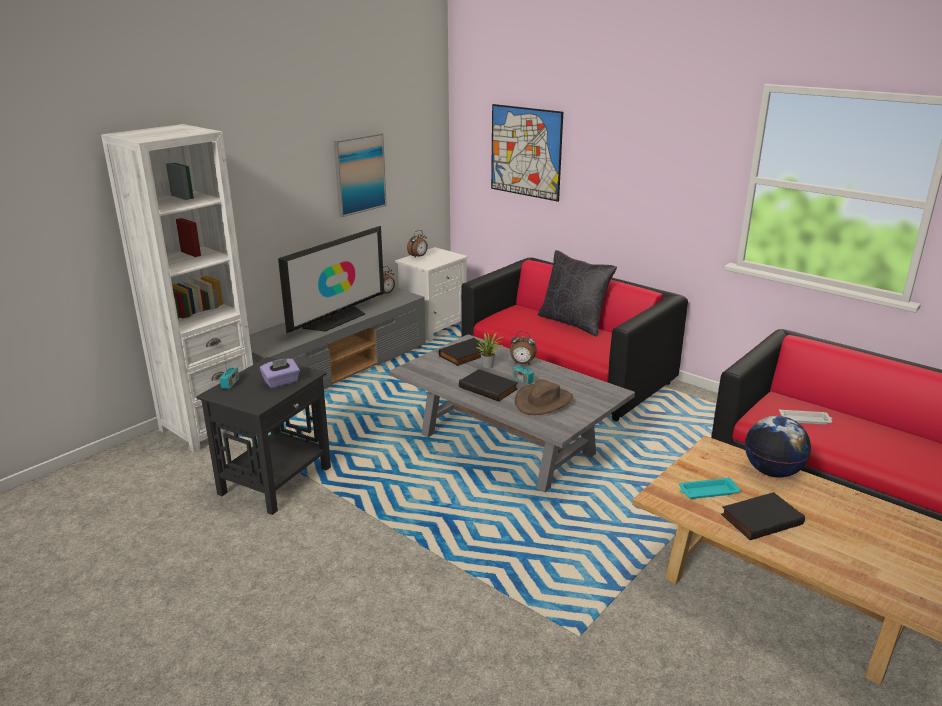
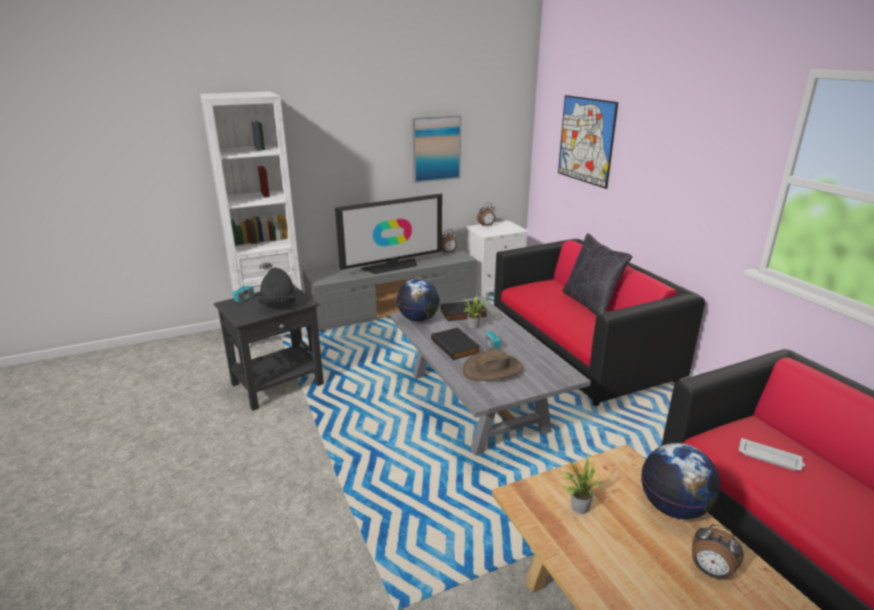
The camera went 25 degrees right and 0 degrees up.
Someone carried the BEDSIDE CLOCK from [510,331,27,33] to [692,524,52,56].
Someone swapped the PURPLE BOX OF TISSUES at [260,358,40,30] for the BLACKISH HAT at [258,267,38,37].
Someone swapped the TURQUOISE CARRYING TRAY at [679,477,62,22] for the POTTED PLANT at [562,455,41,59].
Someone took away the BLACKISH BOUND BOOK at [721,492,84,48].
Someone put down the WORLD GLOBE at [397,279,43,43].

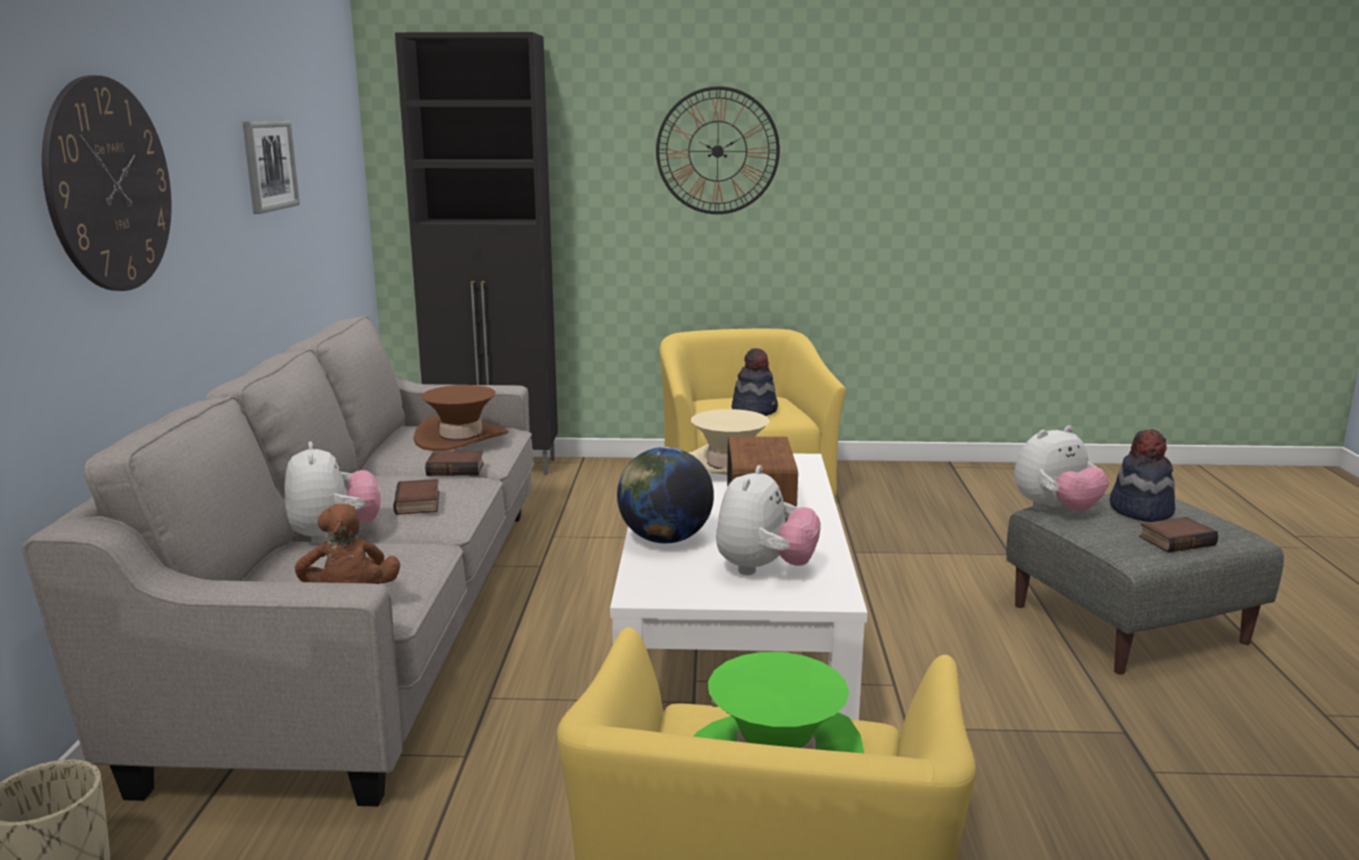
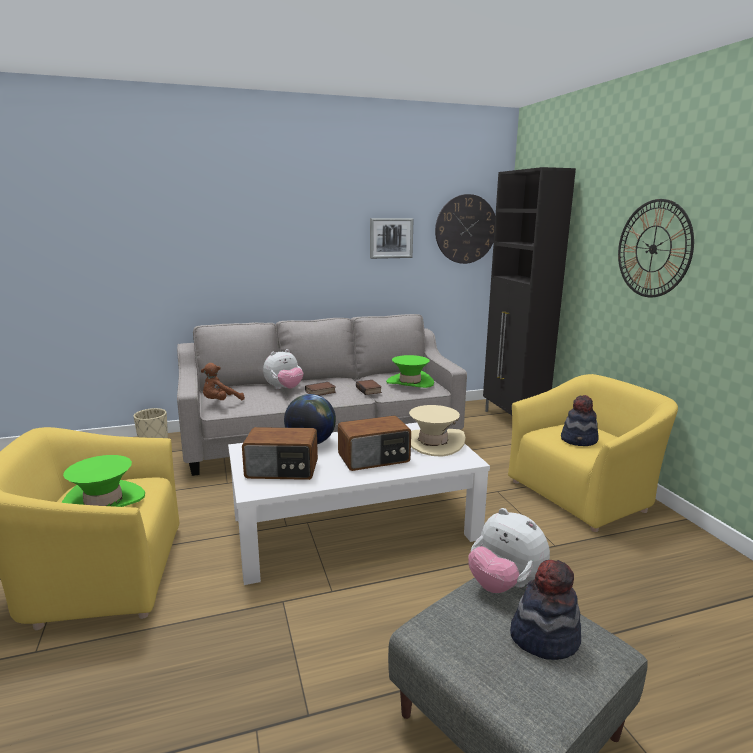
The camera went 70 degrees right and 0 degrees up.
Someone carried the CLOCK ON THE WALL from [42,75,129,216] to [435,194,60,70].
Someone repainted the BROWN-COLOURED HAT at [414,385,94,66], which became the GREEN HAT at [386,355,48,33].
Someone swapped the PLUSH TOY at [716,465,105,110] for the RADIO at [242,427,76,53].
Someone took away the BOUND BOOK at [1139,517,79,36].

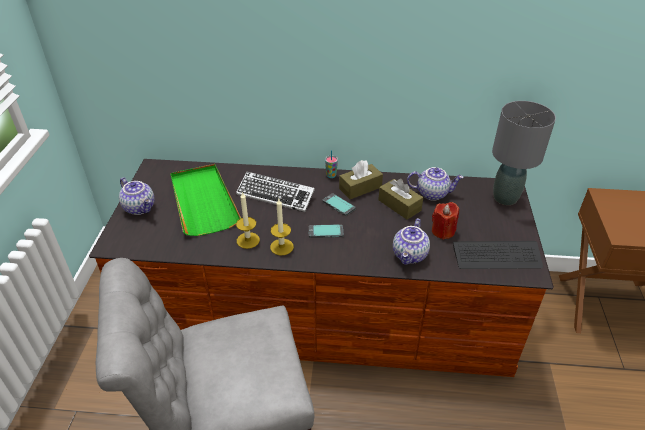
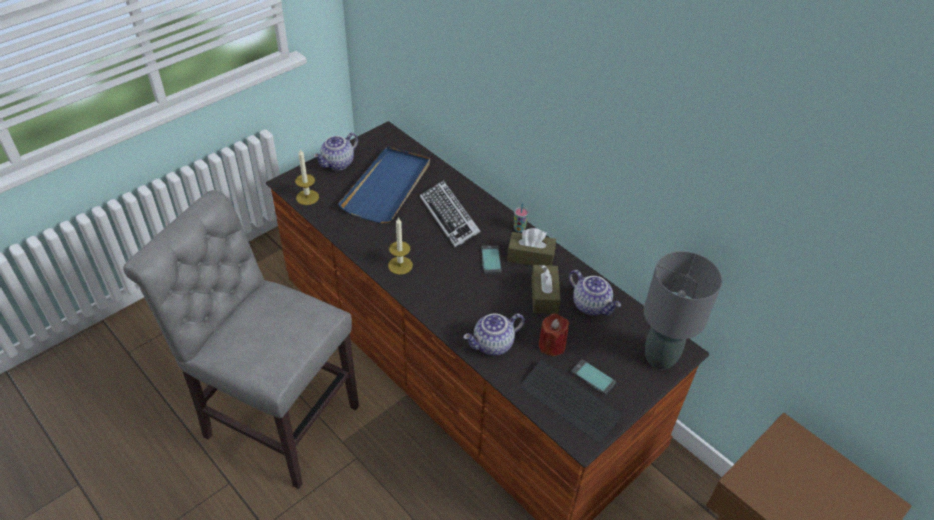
The camera went 40 degrees right and 5 degrees up.
Someone repainted the GREEN CARRYING TRAY at [170,164,71,72], which became the BLUE-COLOURED CARRYING TRAY at [338,146,92,77].
Someone rotated the TEA POT at [119,177,36,38] by 45 degrees clockwise.
Someone carried the CANDLE from [236,191,24,58] to [295,149,24,56].
Someone carried the HANDSET from [309,224,35,14] to [571,360,45,35].

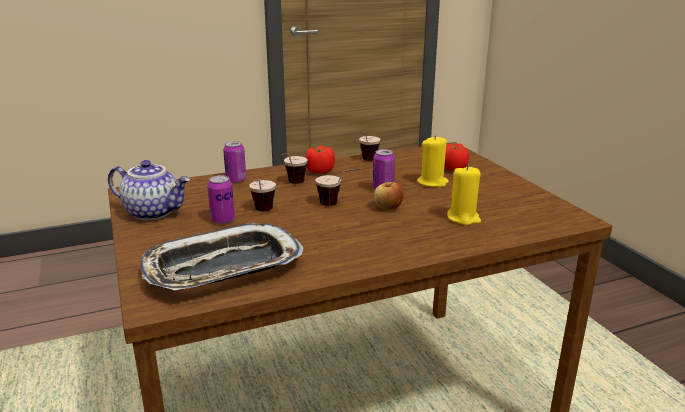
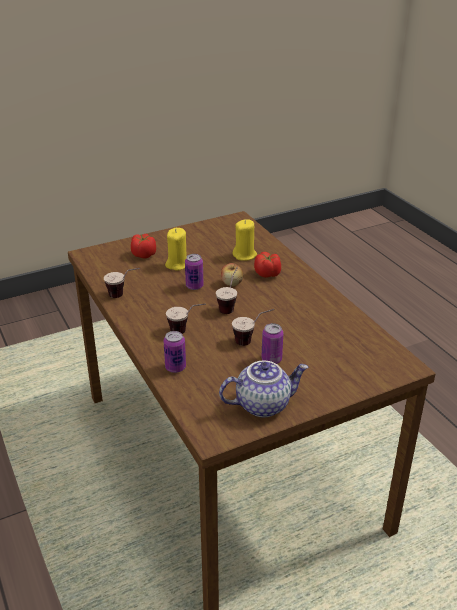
The camera went 95 degrees left and 10 degrees up.
Someone carried the WHOLE TOMATO from [305,146,30,28] to [254,252,27,26].
Someone rotated the TEA POT at [108,160,82,61] by 60 degrees clockwise.
Someone took away the CARRYING TRAY at [141,223,163,67].

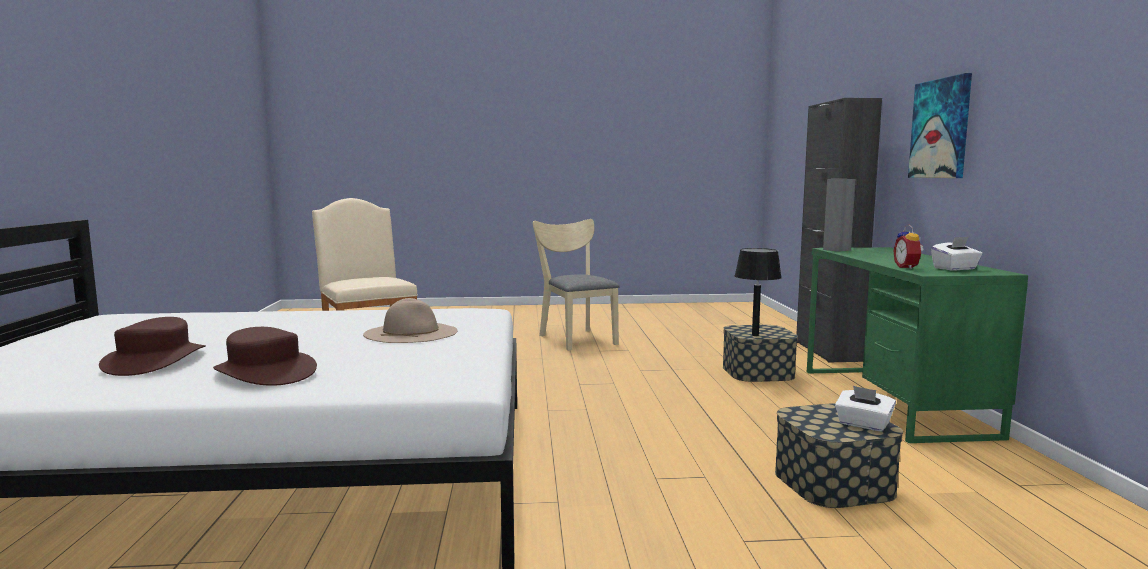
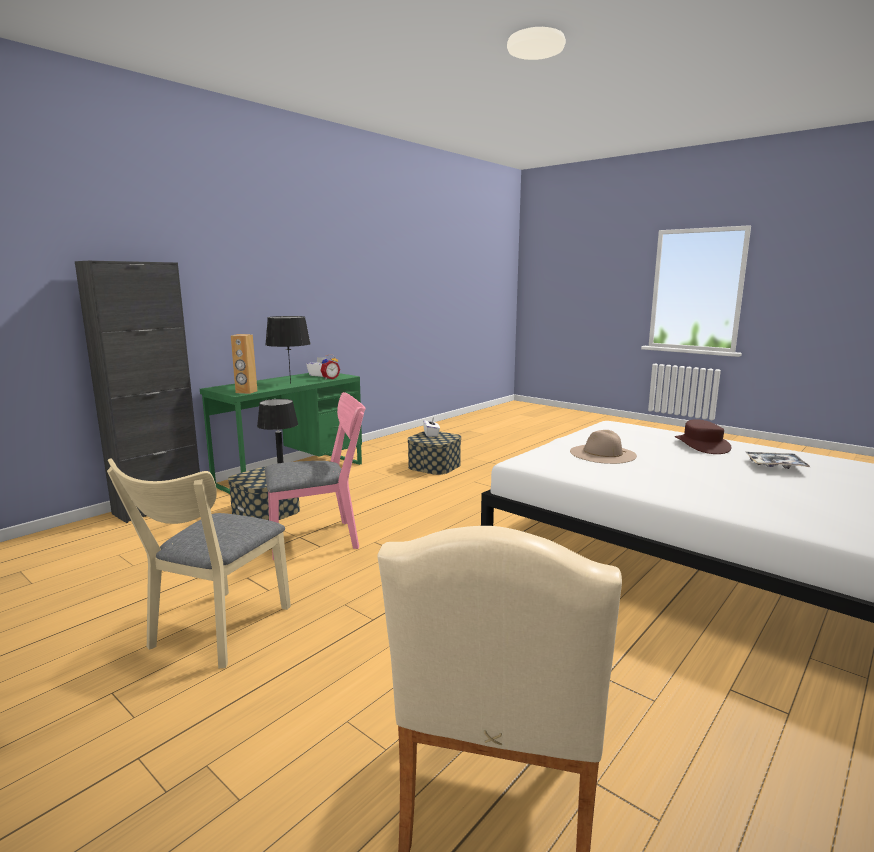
The camera went 135 degrees left and 5 degrees up.
Someone took away the WALL PICTURE at [908,73,64,105].
Someone repainted the GRAY AUDIO SPEAKER at [823,179,32,73], which became the BROWN-COLOURED AUDIO SPEAKER at [231,334,26,60].
Someone swapped the BROWN-COLOURED HAT at [99,317,107,59] for the CARRYING TRAY at [746,452,64,17].
Someone put down the BLACKISH LAMP FOR A TABLE at [265,316,46,68].
Someone put down the PINK-COLOURED CHAIR at [265,392,101,168].

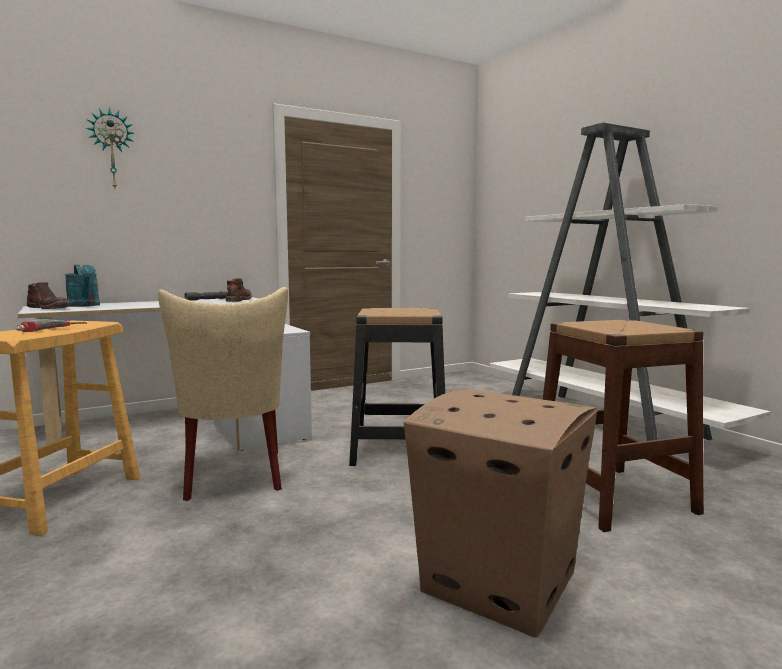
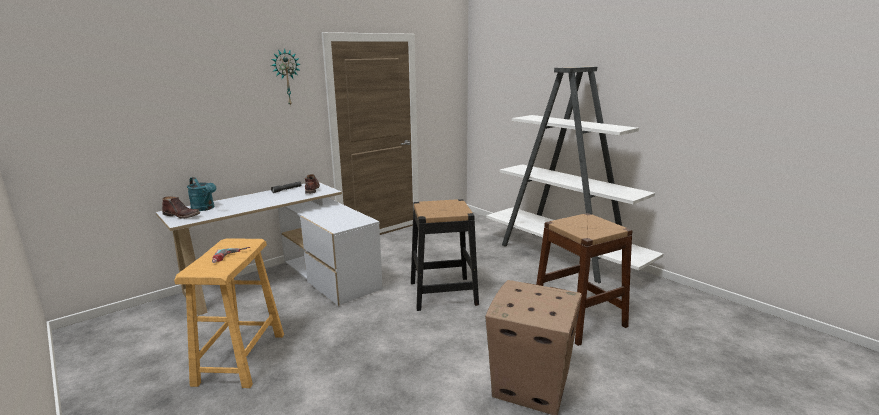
The camera went 10 degrees left and 10 degrees up.
Someone carried the CLOCK ON THE WALL from [86,107,48,81] to [271,48,30,58].
Someone took away the BEIGE-COLOURED CHAIR at [158,287,130,214].

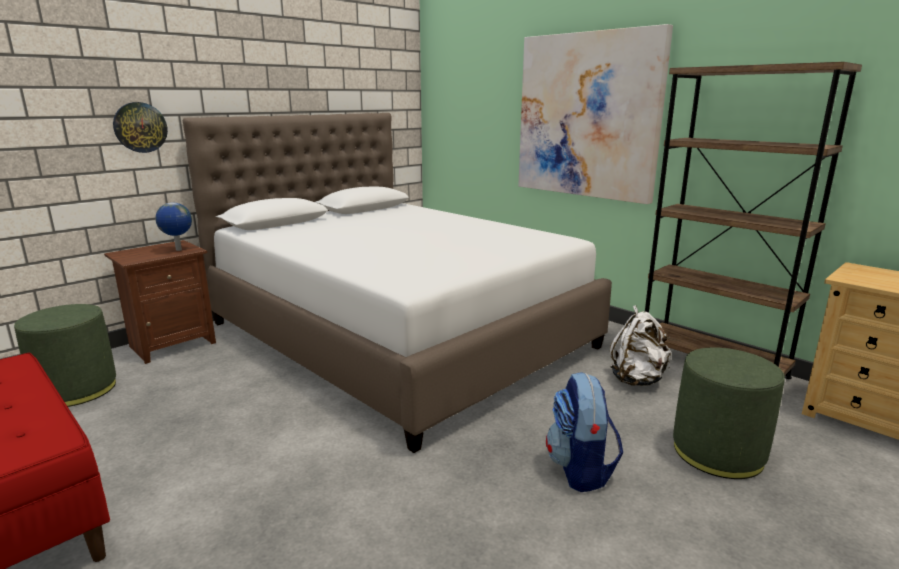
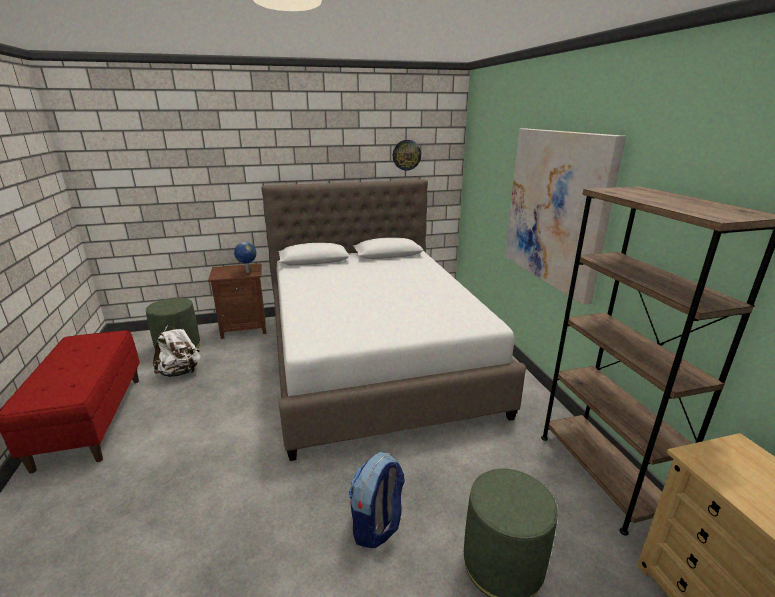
The camera went 30 degrees right and 5 degrees up.
Someone carried the CLOCK ON THE WALL from [113,102,55,51] to [393,140,28,31].
Someone carried the WHITE-COLOURED RUCKSACK from [610,305,61,81] to [153,324,48,53].

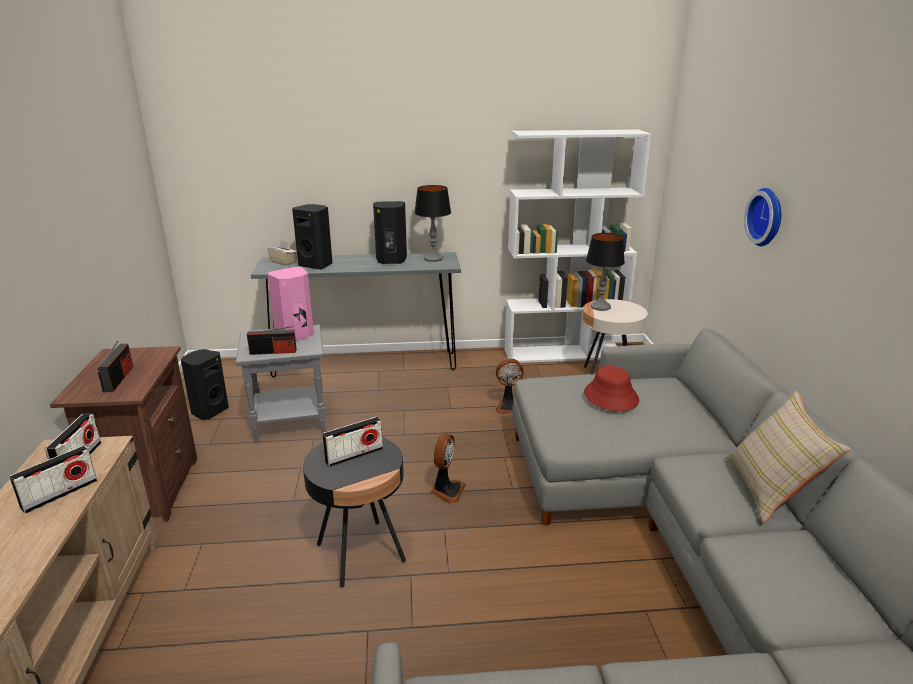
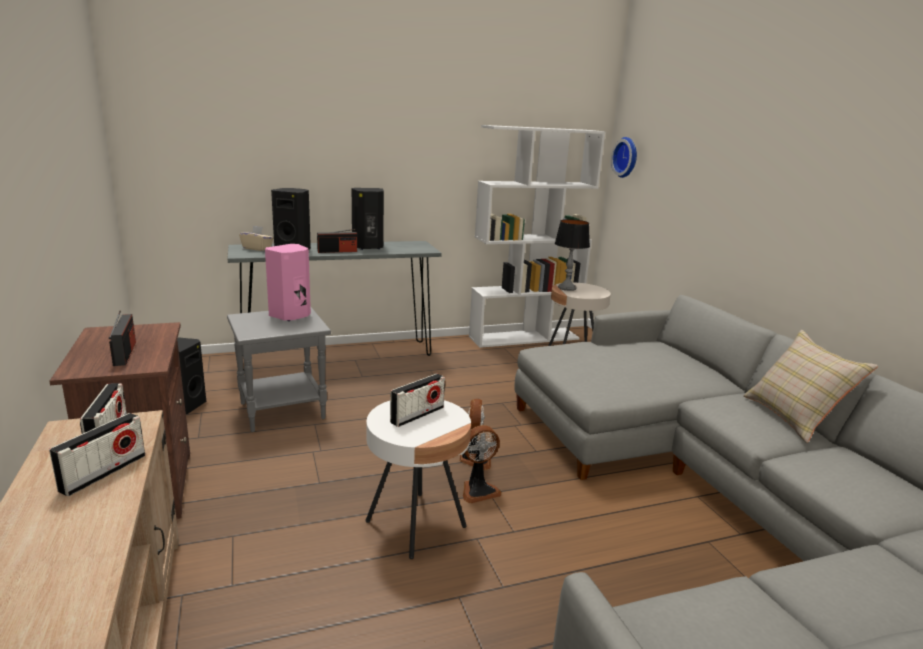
The camera went 15 degrees left and 5 degrees down.
Someone took away the LAMP FOR A TABLE at [414,185,37,77].
Someone carried the CLOCK ON THE WALL from [744,188,37,58] to [611,137,26,41].
Someone carried the RADIO from [247,326,50,29] to [317,229,40,24].
Someone carried the ELECTRIC FAN from [496,358,28,56] to [463,425,39,79].
Someone took away the RED-COLOURED HAT at [584,365,55,46].
Someone repainted the BLACKISH ACCENT TABLE at [303,438,103,150], which became the WHITE-COLOURED ACCENT TABLE at [365,400,106,159].

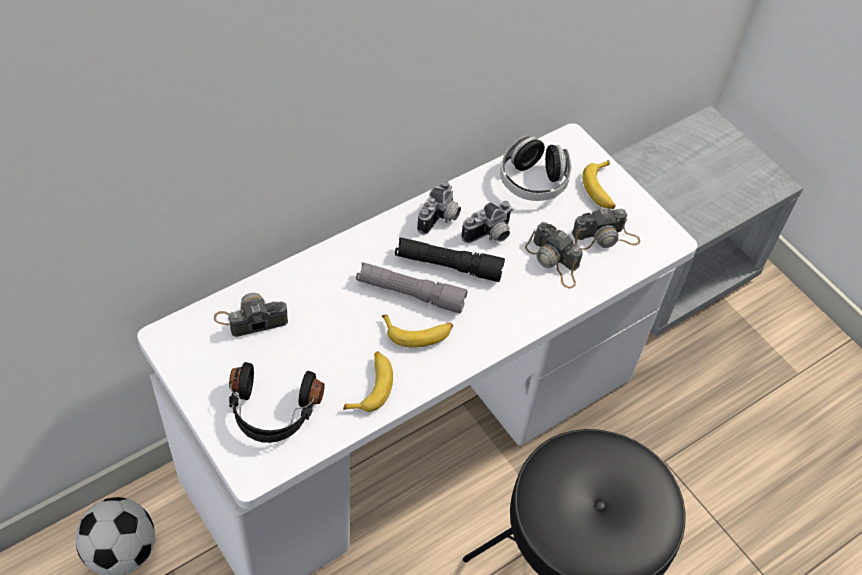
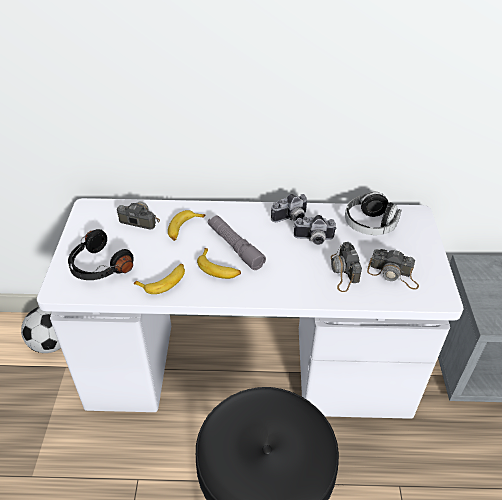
The camera went 40 degrees right and 10 degrees down.
Someone carried the BANANA FRUIT from [582,160,34,49] to [168,210,37,31].
Someone took away the BLACKISH HAND TORCH at [395,237,110,45].

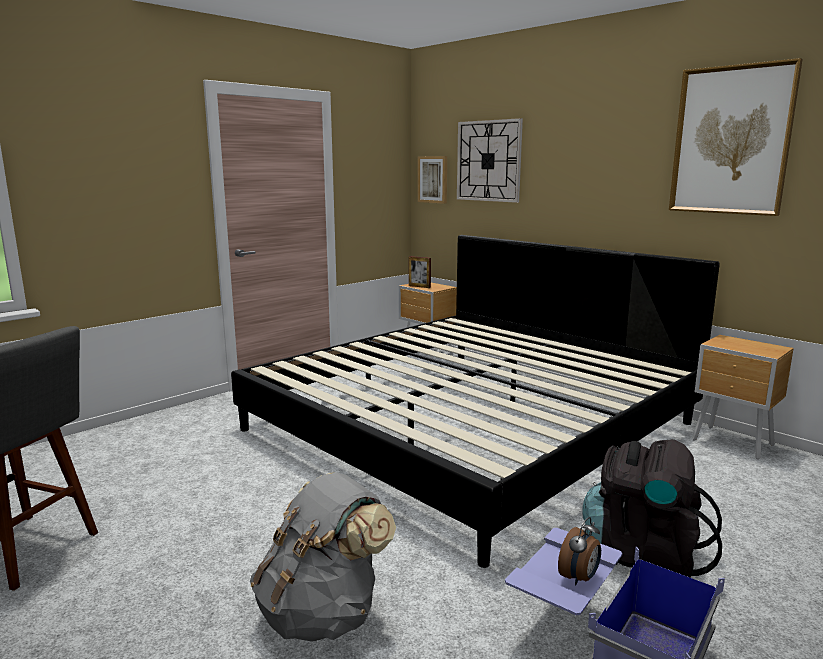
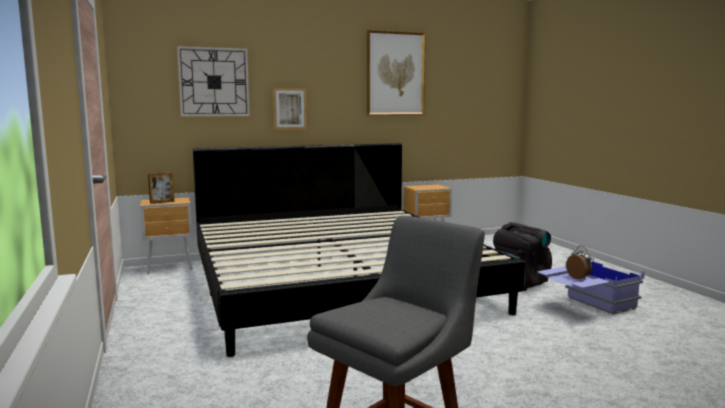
The camera went 65 degrees left and 5 degrees down.
Someone carried the WALL PICTURE from [418,156,29,48] to [273,88,34,42].
Someone took away the GRAY RUCKSACK at [250,472,146,170].

